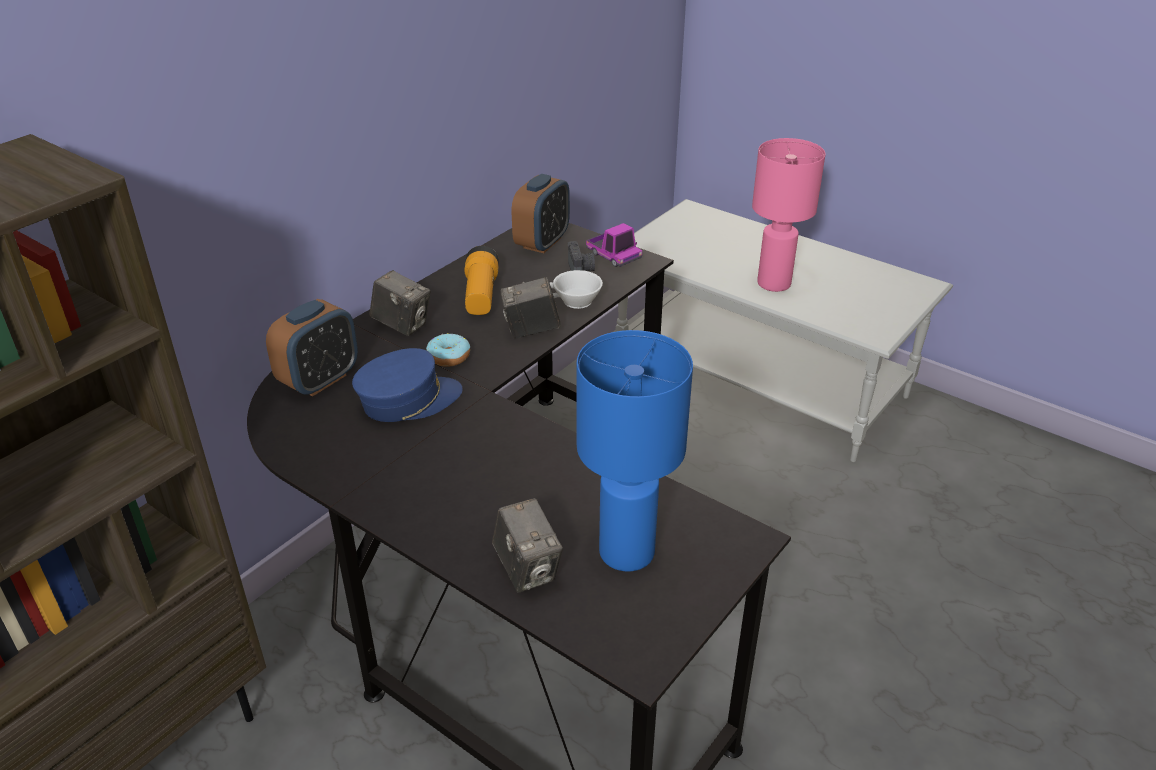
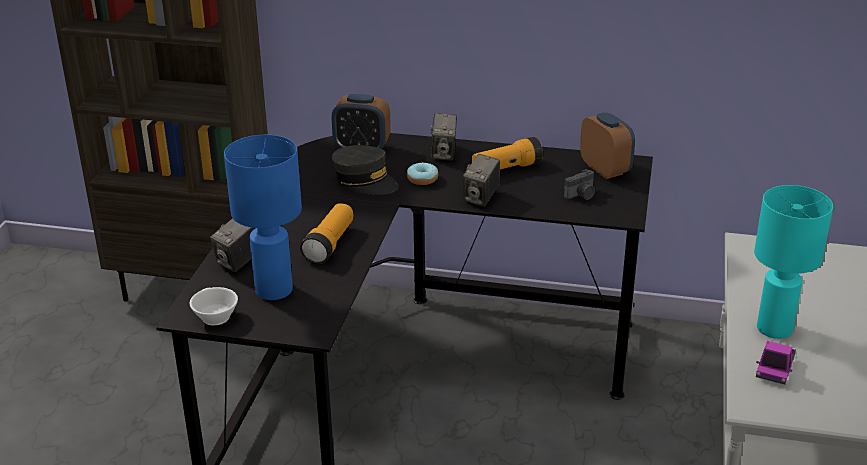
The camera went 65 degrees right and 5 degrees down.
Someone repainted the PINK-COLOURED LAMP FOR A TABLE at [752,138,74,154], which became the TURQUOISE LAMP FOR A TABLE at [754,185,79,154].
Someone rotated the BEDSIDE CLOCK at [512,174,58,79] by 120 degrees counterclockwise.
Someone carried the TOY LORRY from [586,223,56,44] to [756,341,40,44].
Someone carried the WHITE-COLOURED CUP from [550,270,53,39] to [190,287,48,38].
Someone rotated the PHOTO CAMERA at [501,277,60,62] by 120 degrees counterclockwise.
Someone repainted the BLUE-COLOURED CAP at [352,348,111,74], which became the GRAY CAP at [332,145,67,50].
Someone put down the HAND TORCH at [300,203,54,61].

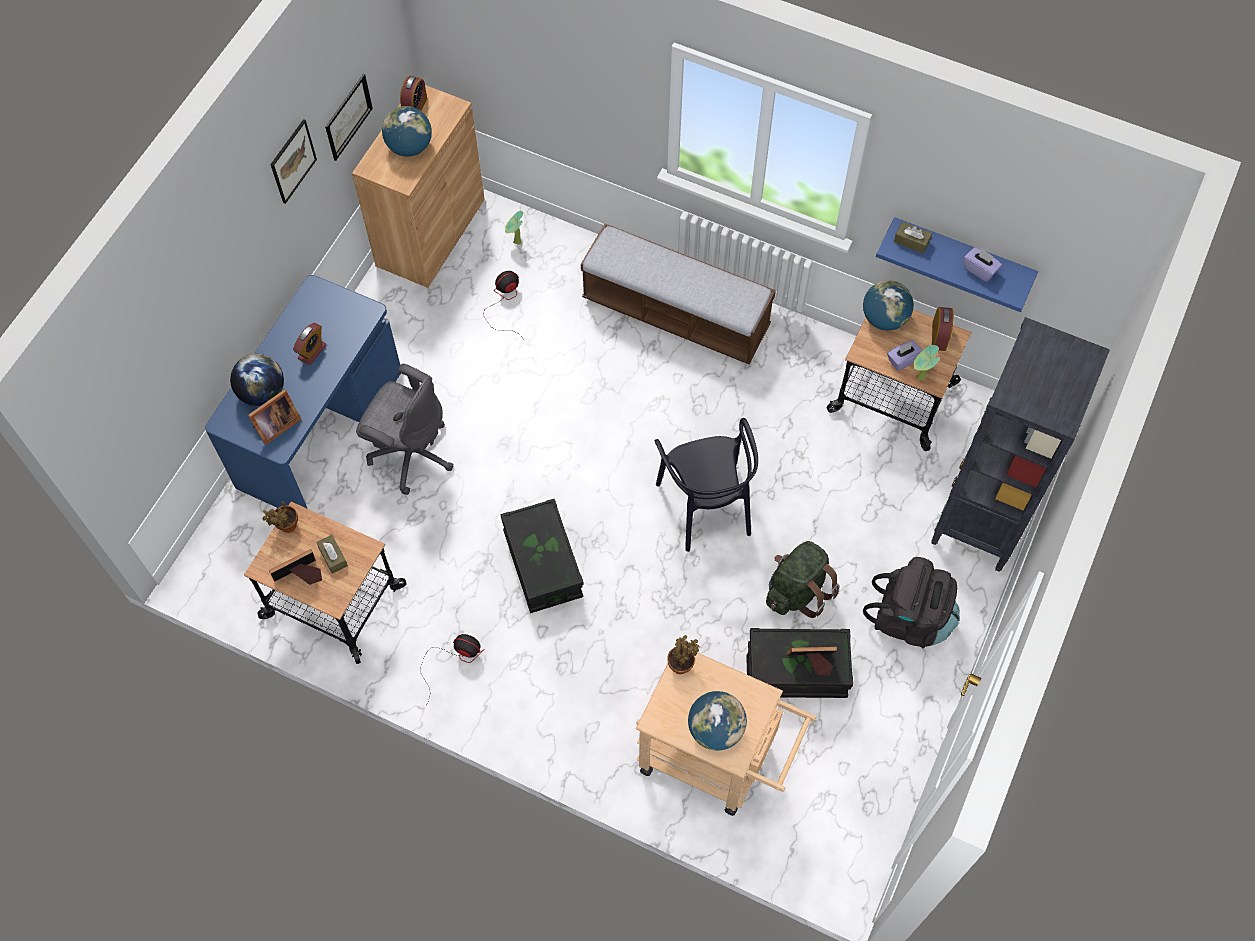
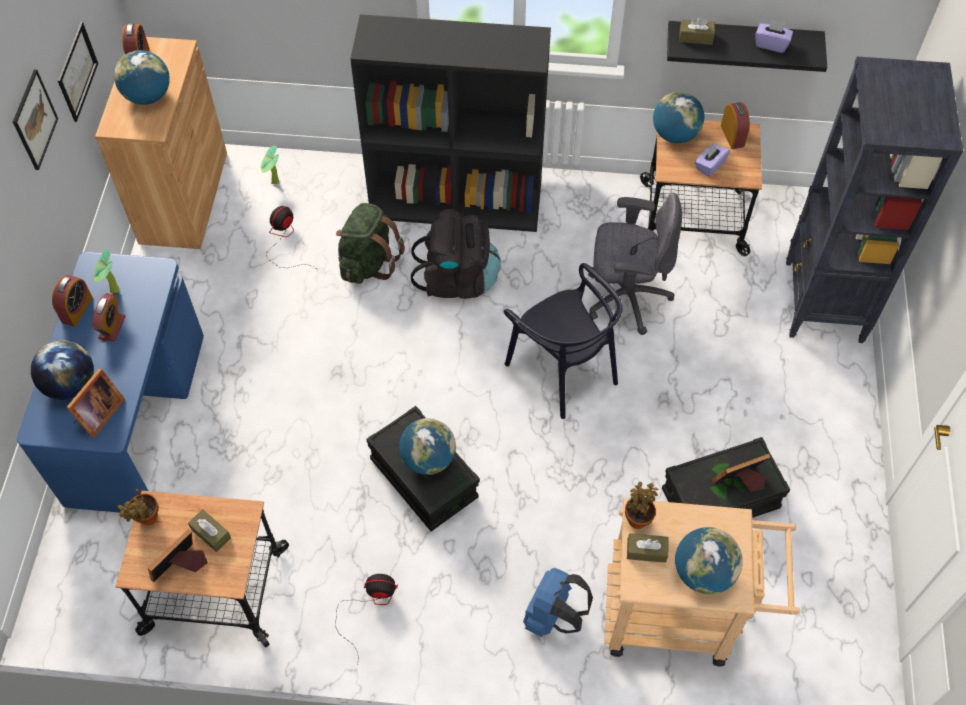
The camera went 20 degrees left and 5 degrees down.
Someone repainted the BLUE-COLOURED BRACKET SHELF at [876,217,162,95], which became the BLACKISH BRACKET SHELF at [667,21,160,51].
Someone swapped the BENCH at [581,223,195,141] for the BLACKISH SHELVING UNIT at [350,15,201,217].
Someone carried the POTTED PLANT from [914,345,26,35] to [94,250,26,43].
Someone carried the GRAY COMPUTER CHAIR from [356,364,98,131] to [588,193,94,142].
Someone carried the GREEN RUCKSACK from [766,541,74,77] to [336,203,69,81].
Someone carried the BLACKISH RUCKSACK from [863,557,97,92] to [411,209,90,90].
Someone put down the BEDSIDE CLOCK at [52,275,41,52].
Someone put down the WORLD GLOBE at [399,418,57,57].
Someone put down the BROWN-COLOURED BOX OF TISSUES at [627,533,42,30].
Someone put down the BLUE-COLOURED RUCKSACK at [523,568,70,69].

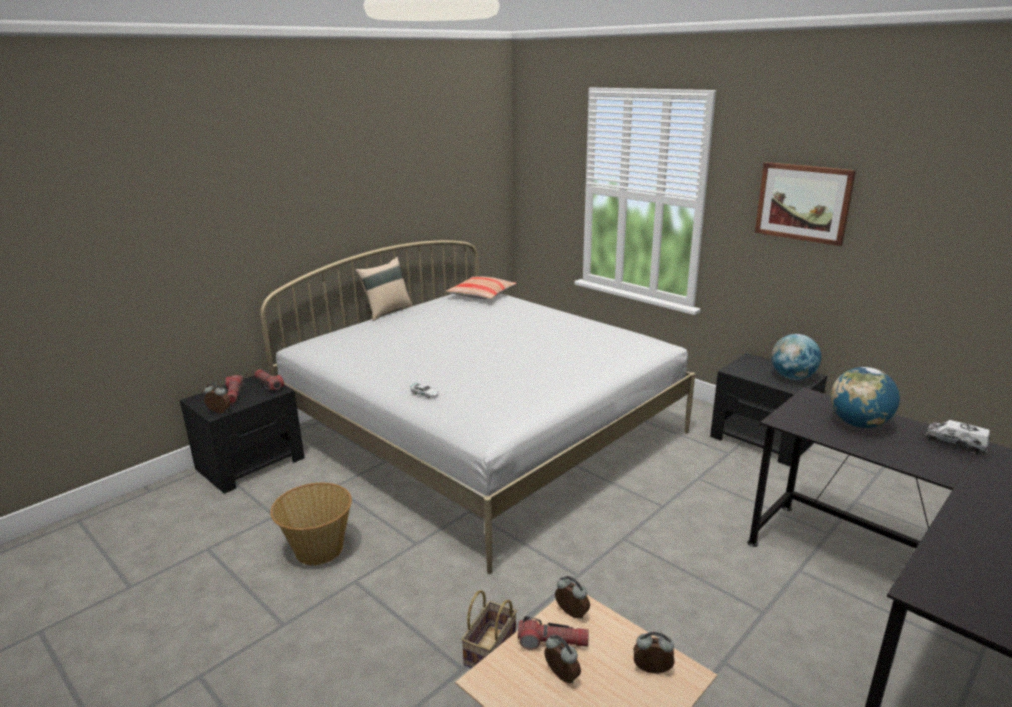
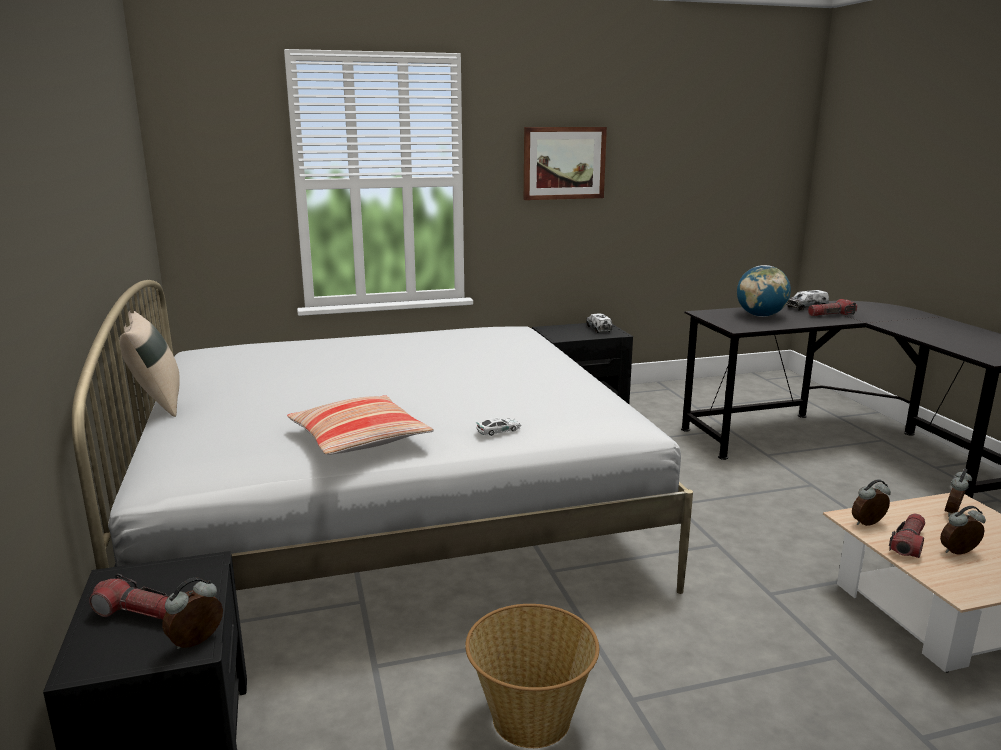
The camera went 60 degrees left and 5 degrees down.
Someone carried the CUSHION from [446,276,71,23] to [287,395,147,60].
Someone swapped the WORLD GLOBE at [771,334,50,46] for the TOY LORRY at [586,314,26,19].
Someone carried the HAND TORCH from [254,369,30,22] to [808,299,49,17].
Someone took away the BASKET at [461,590,56,78].

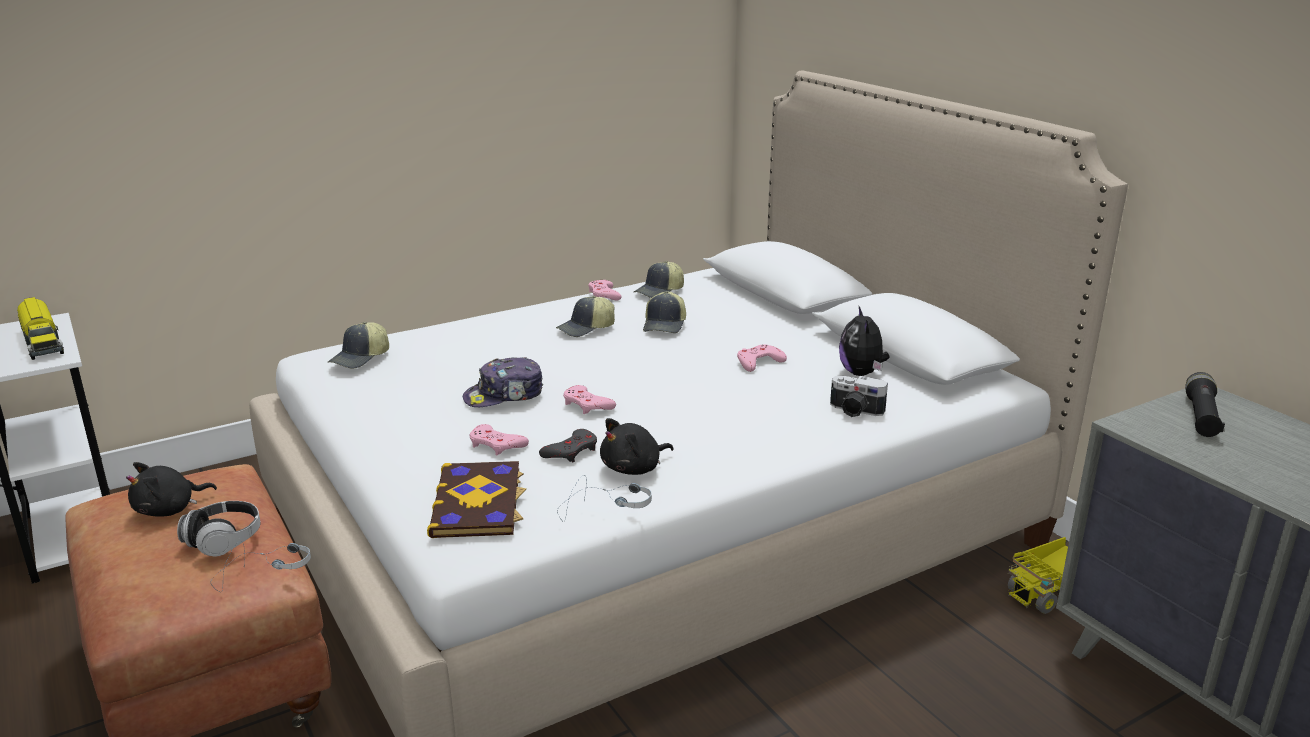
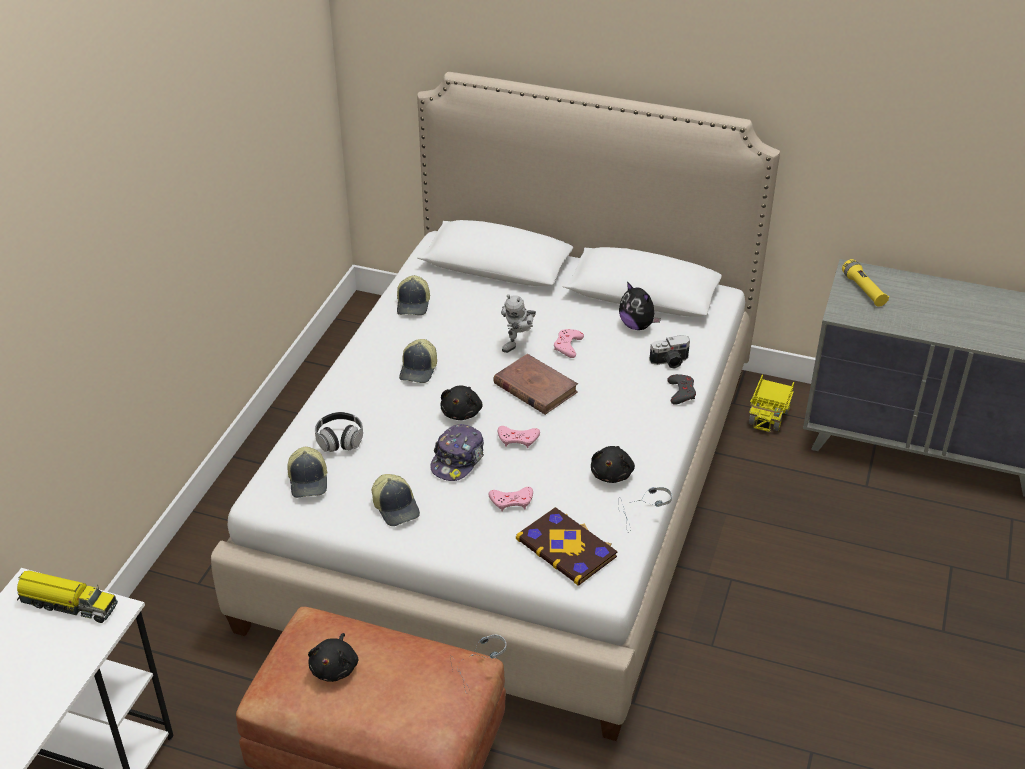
The camera went 40 degrees left and 15 degrees up.
Someone took away the PINK-COLOURED GAME CONTROLLER at [588,280,33,21].
Someone carried the CAP from [643,291,43,42] to [371,474,49,52].
Someone repainted the BLACKISH HAND TORCH at [1185,372,40,65], which became the YELLOW-COLOURED HAND TORCH at [842,259,47,48].
Someone carried the GRAY GAME CONTROLLER from [539,429,58,33] to [667,374,29,31].
Someone carried the HEADPHONES from [177,501,84,55] to [315,412,48,40].
Someone put down the MODEL ROBOT at [501,294,35,59].
Someone put down the BROWN-COLOURED BOUND BOOK at [493,354,85,61].
Someone put down the BLACKISH PLUSH TOY at [441,385,42,35].

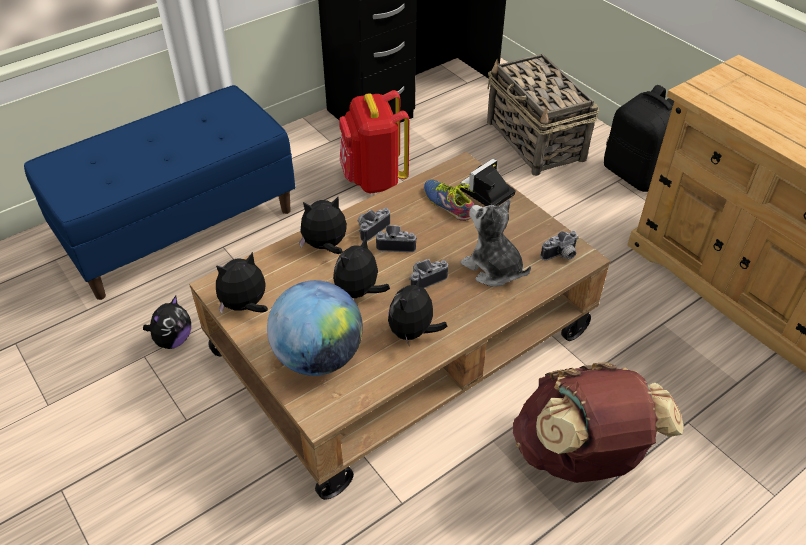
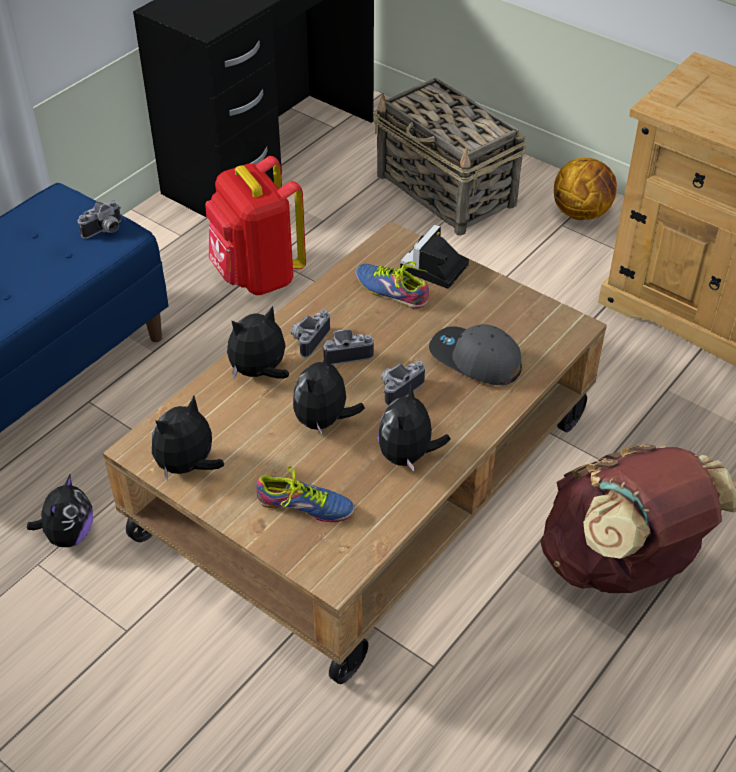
The camera went 15 degrees left and 0 degrees up.
Someone swapped the BLACKISH RUCKSACK at [604,85,70,107] for the BASKETBALL at [554,157,63,63].
Someone swapped the PLUSH TOY at [461,199,70,88] for the GRAY CAP at [429,324,93,61].
Someone carried the PHOTO CAMERA from [541,231,37,29] to [78,200,43,39].
Someone swapped the WORLD GLOBE at [267,280,96,96] for the ITEM OF FOOTWEAR at [256,466,99,56].

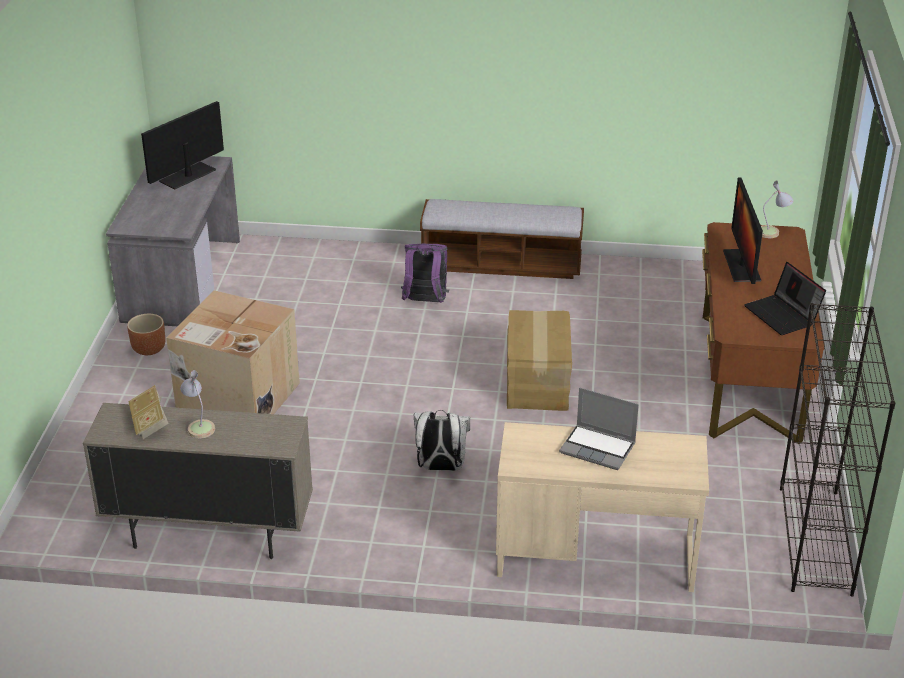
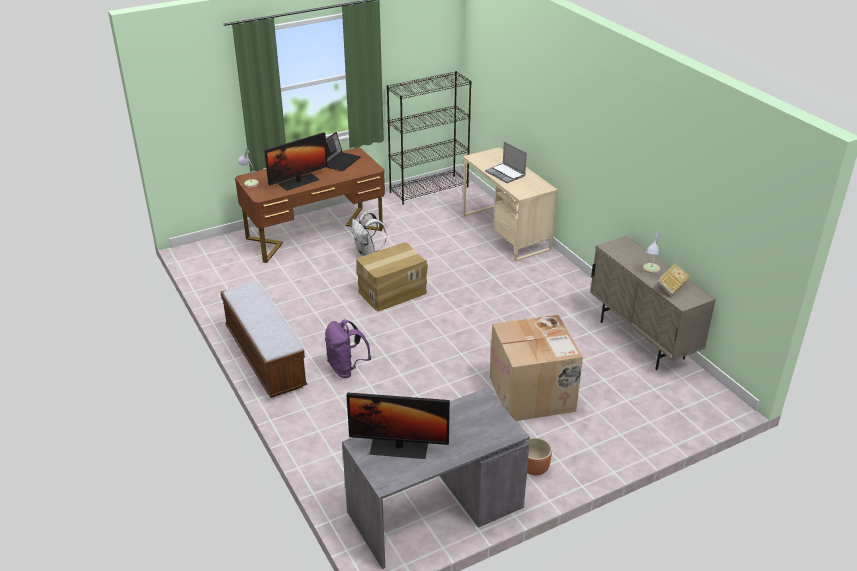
The camera went 125 degrees left and 0 degrees up.
Someone rotated the LAPTOP at [559,388,80,82] by 150 degrees clockwise.
Someone carried the WHITE-COLOURED RUCKSACK from [414,410,56,61] to [352,212,35,44].

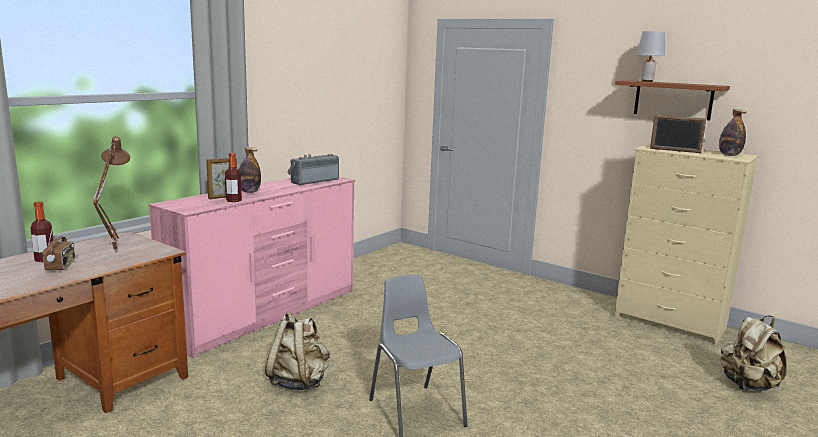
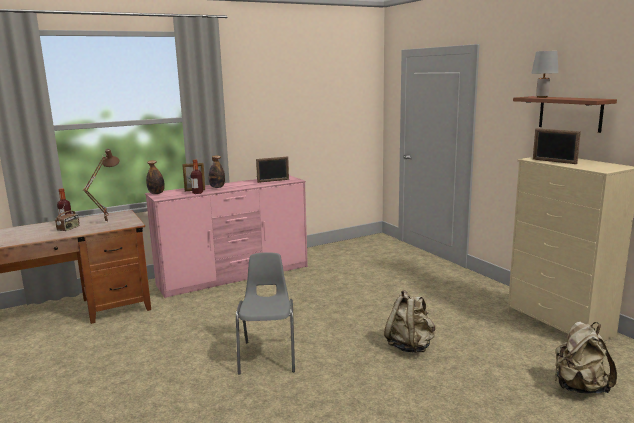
The camera went 25 degrees right and 0 degrees up.
Someone carried the BEVERAGE BOTTLE from [719,109,28,47] to [146,160,19,34].
Someone swapped the RADIO at [287,154,52,31] for the PHOTO FRAME at [256,157,33,26].
Someone carried the BEIGE-COLOURED RUCKSACK from [265,312,65,78] to [384,289,51,64].

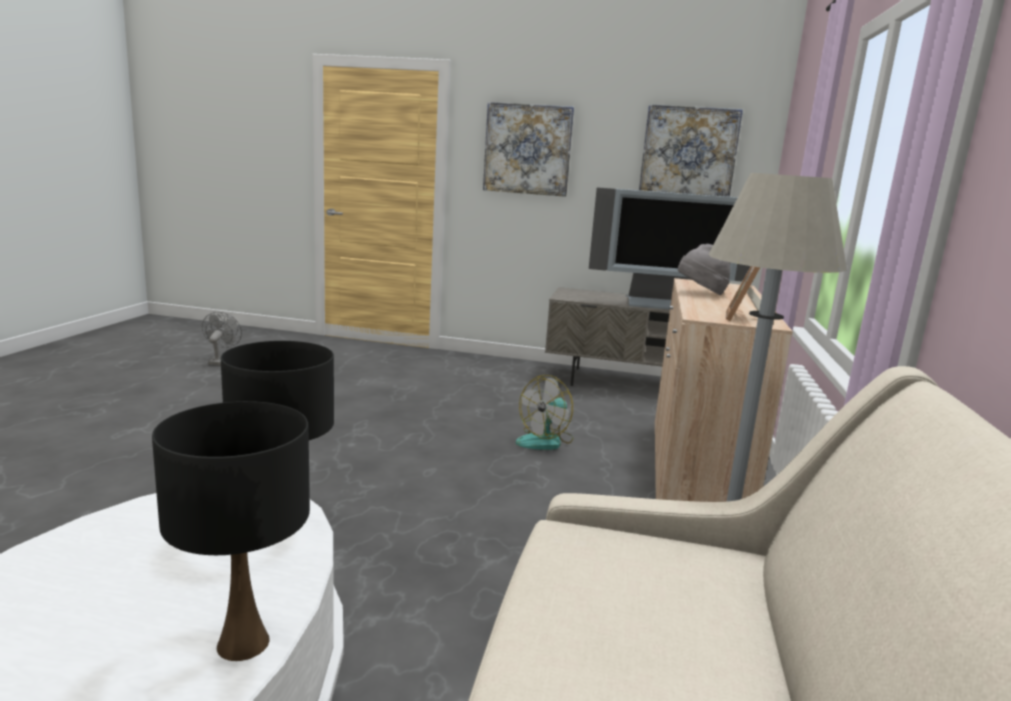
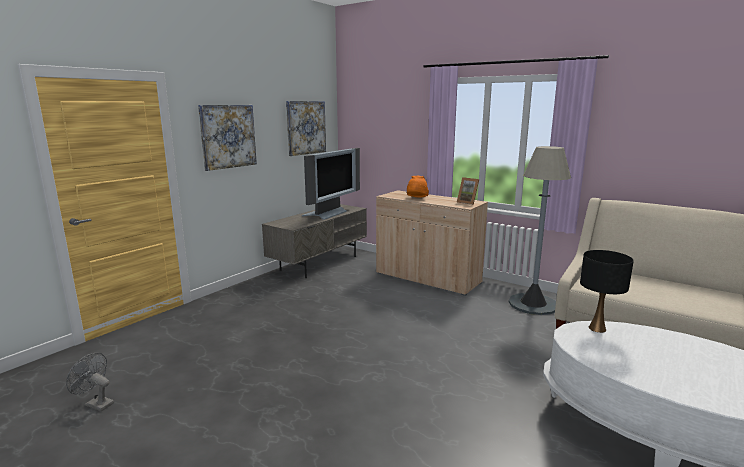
The camera went 65 degrees left and 0 degrees up.
Someone repainted the GRAY HAT at [678,244,52,51], which became the ORANGEY HAT at [407,175,22,23].
Someone took away the ELECTRIC FAN at [516,375,58,75].
Someone took away the BLACKISH LAMP FOR A TABLE at [152,401,158,260].

